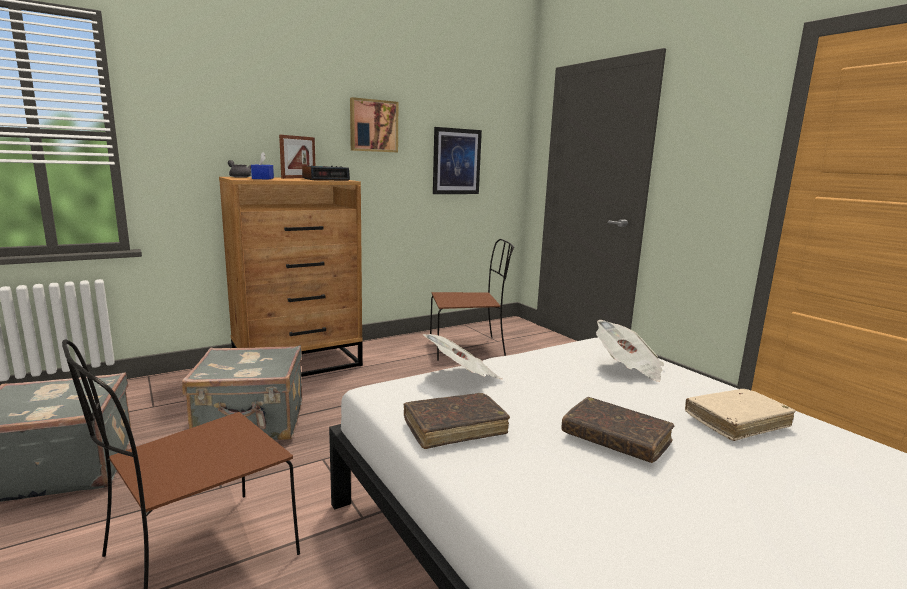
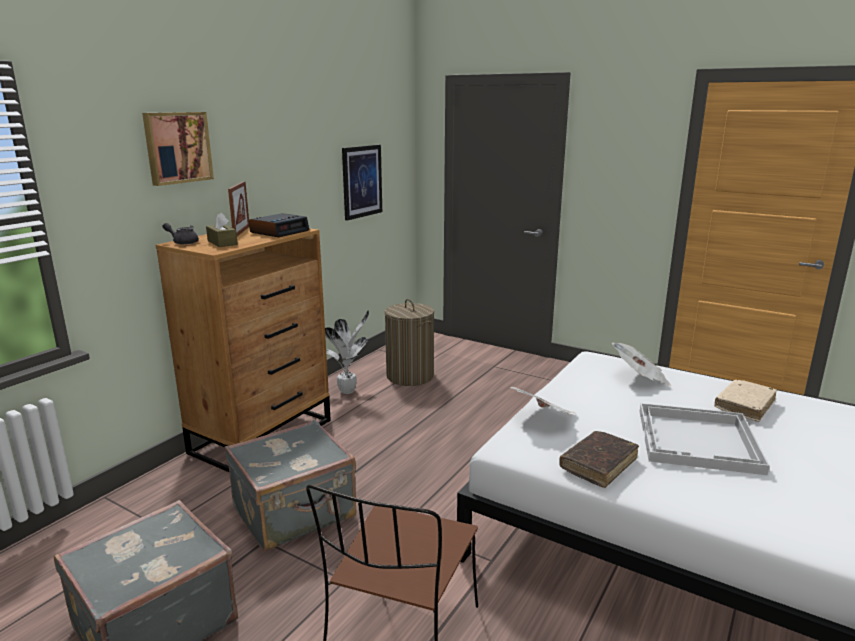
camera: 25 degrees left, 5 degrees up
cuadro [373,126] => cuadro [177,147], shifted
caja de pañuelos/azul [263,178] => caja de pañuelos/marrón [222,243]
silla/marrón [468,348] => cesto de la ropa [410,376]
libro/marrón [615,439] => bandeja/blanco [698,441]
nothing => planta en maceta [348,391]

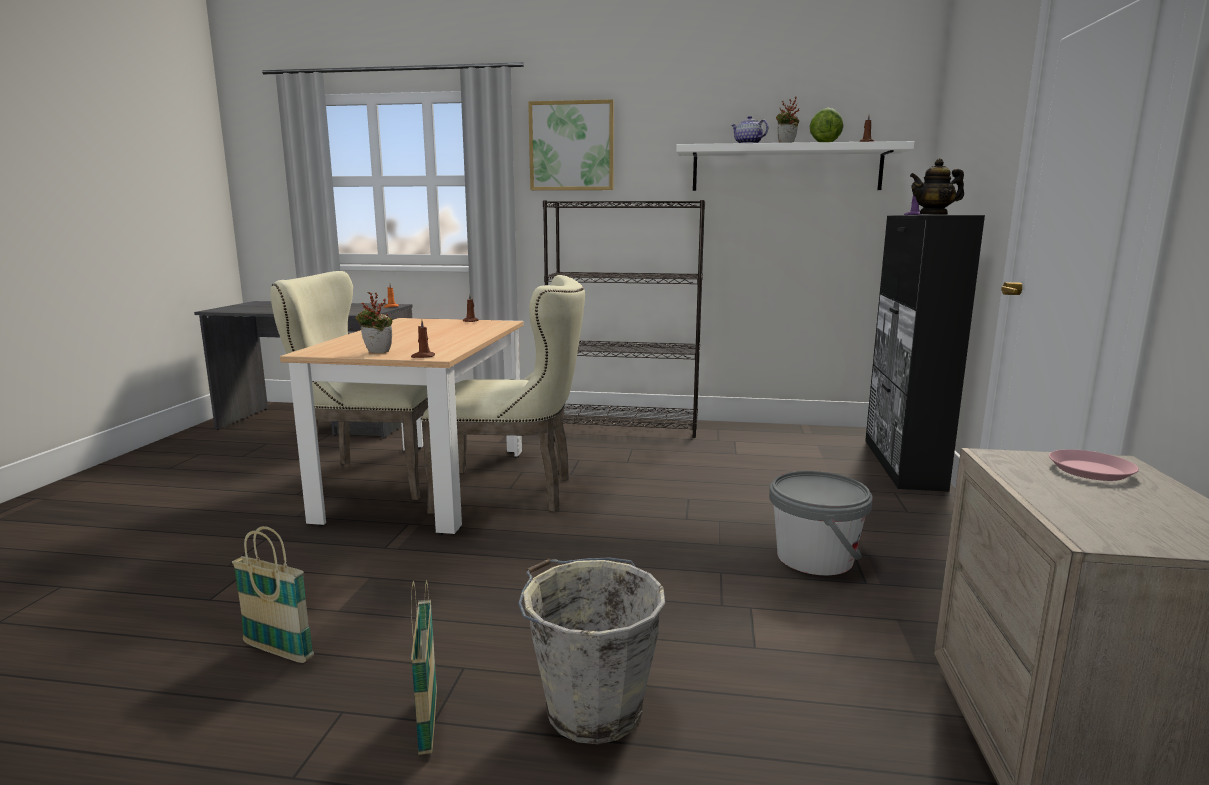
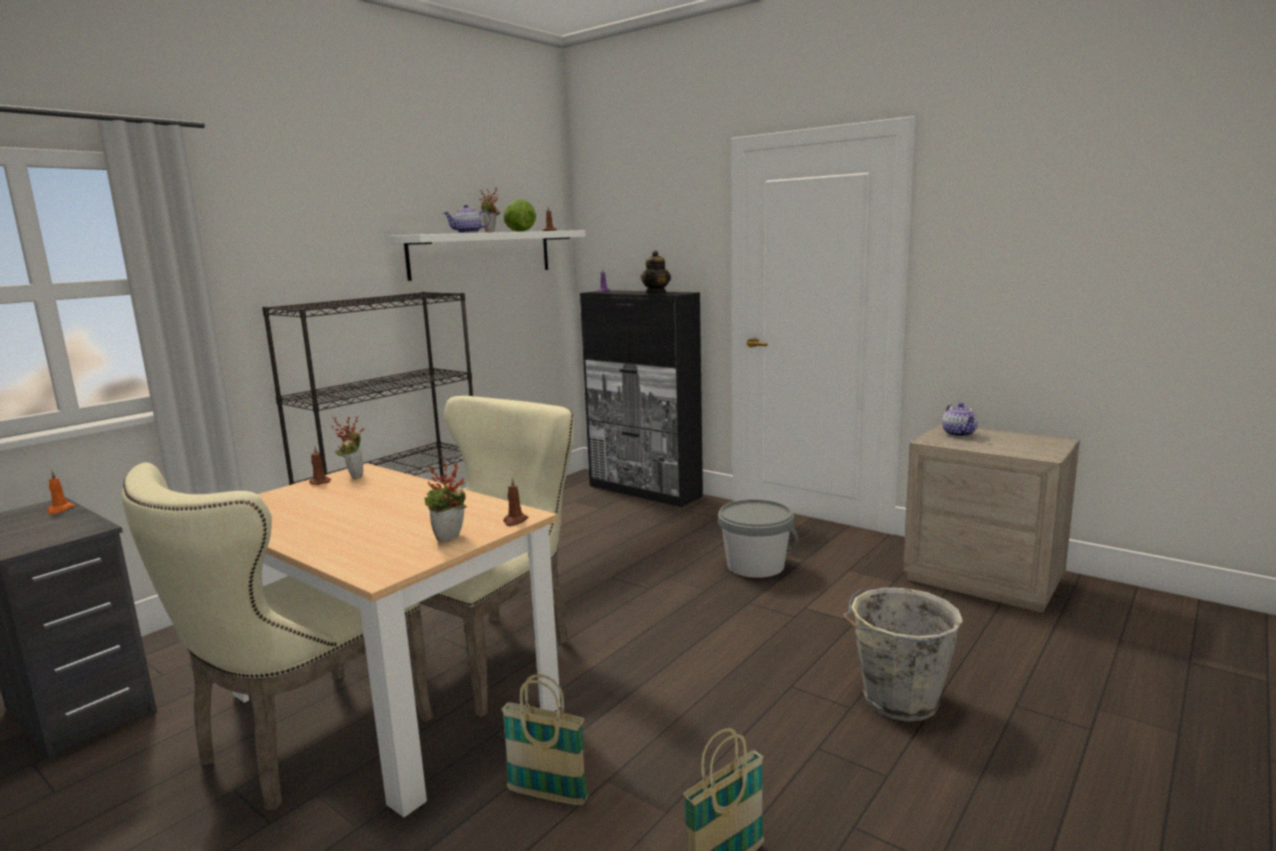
camera: 60 degrees left, 0 degrees up
cuadro [571,146] => nothing
plato/rosa [1091,470] => tetera [959,434]
cesta [428,723] => cesta [547,795], shifted
nothing => planta en maceta [353,476]

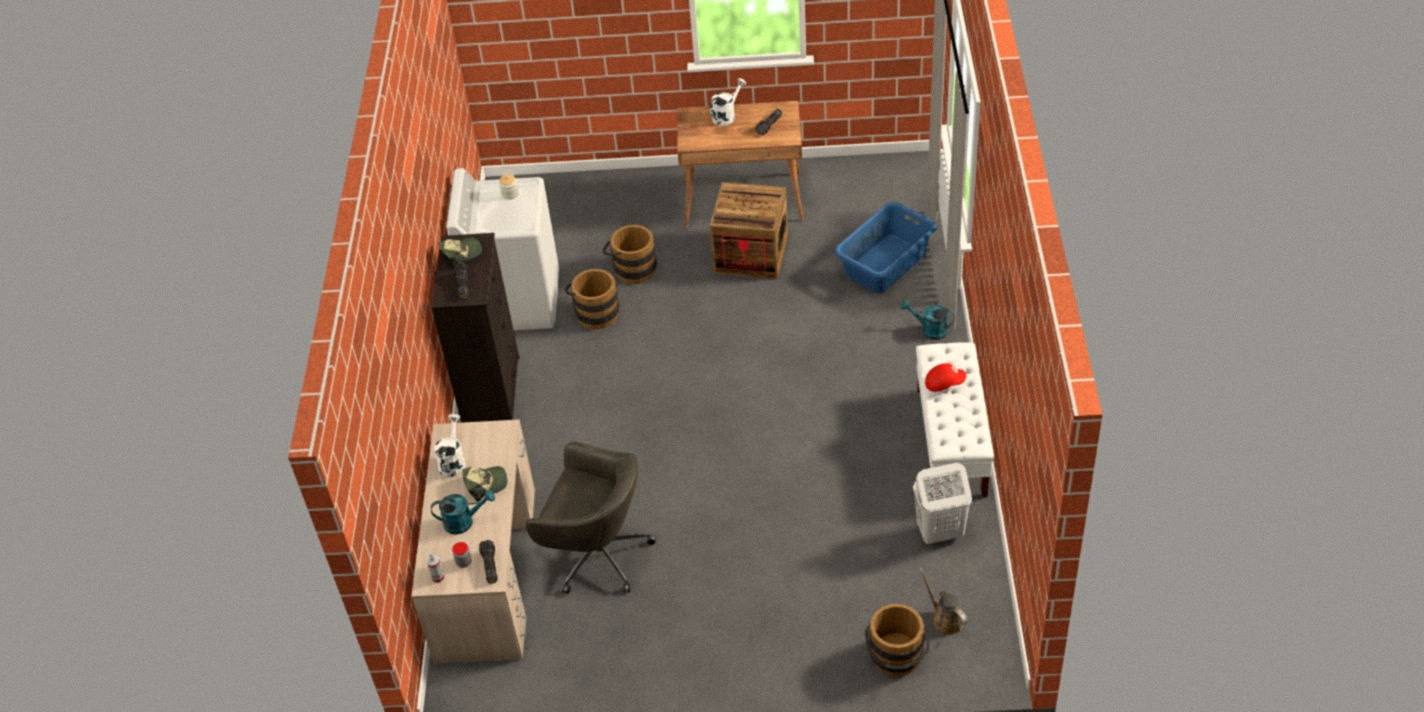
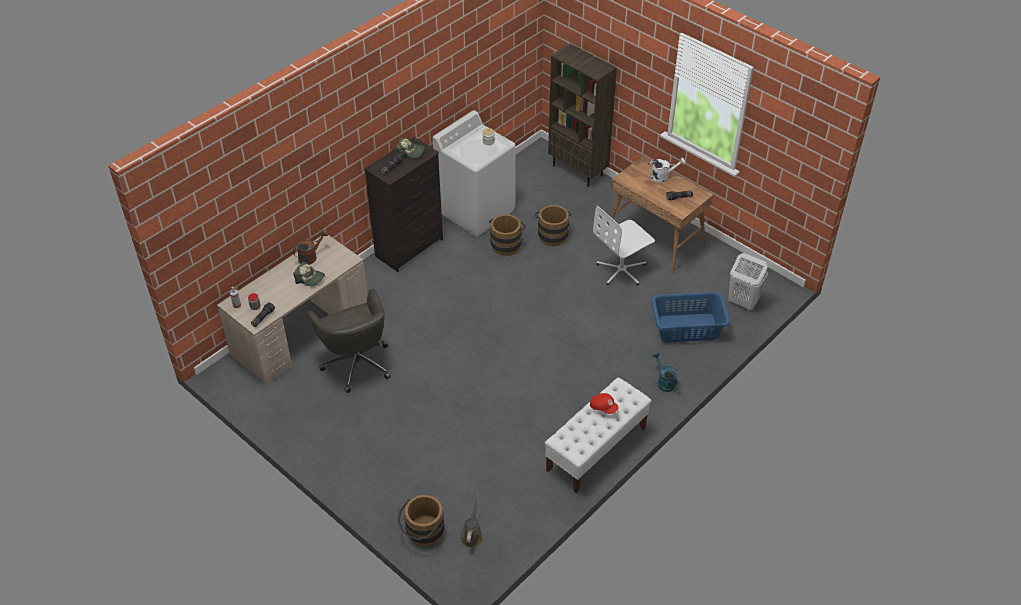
camera: 40 degrees right, 0 degrees up
caja de embalaje [751,254] => silla de oficina/blanco [622,270]
regadera/blanco [453,461] => regadera/marrón [310,256]
cesto de la ropa/blanco [939,532] => cesto de la ropa/blanco [742,302], shifted
regadera/turquesa [464,522] => nothing
nothing => estantería/marrón [578,170]

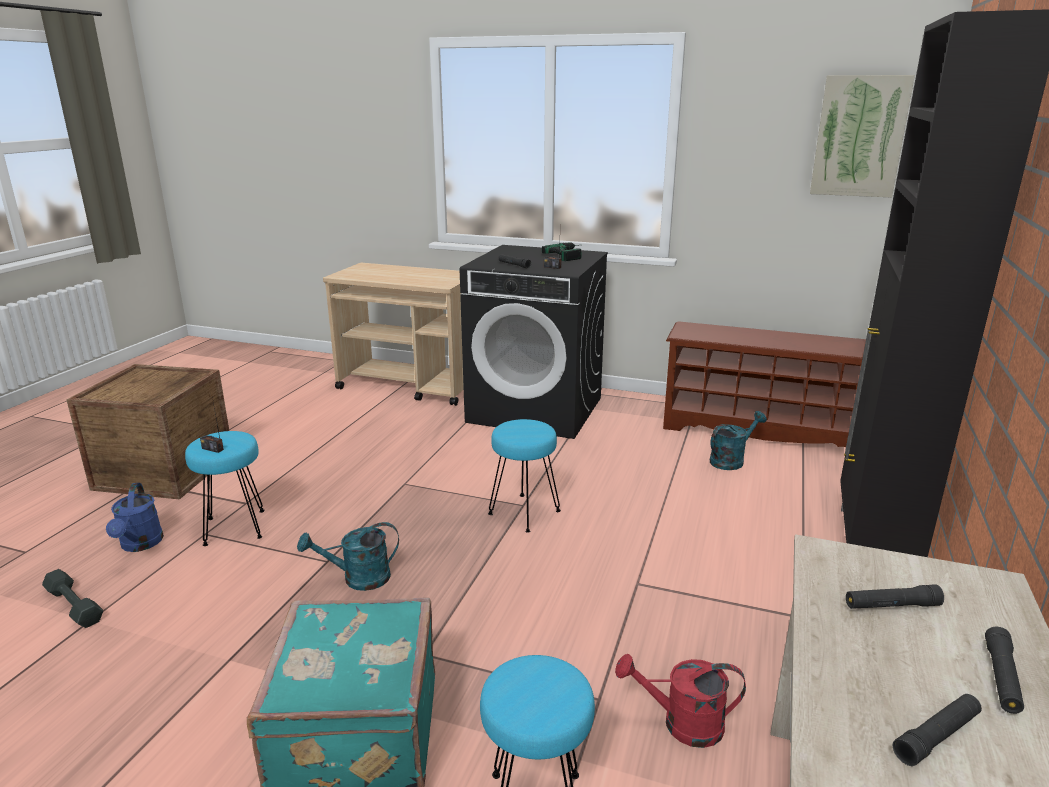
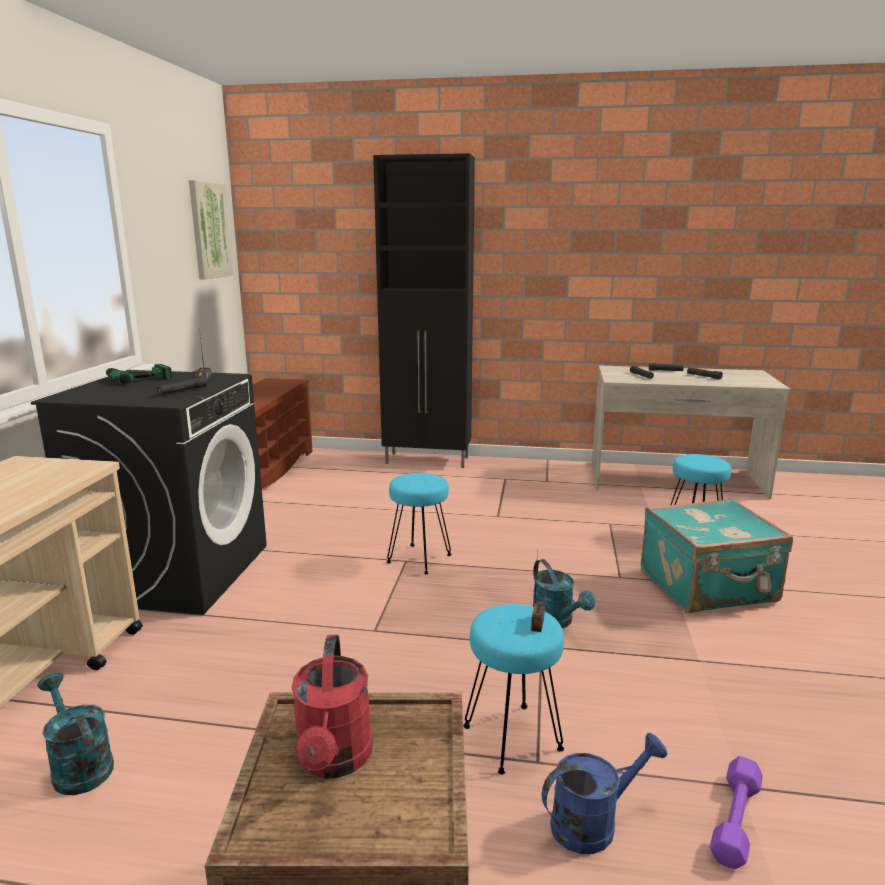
camera: 100 degrees left, 5 degrees down
regadera/turquesa [731,460] => regadera/turquesa [78,766], shifted
mancuerna/gris [73,605] => mancuerna/morado [736,819]
regadera/rojo [682,724] => regadera/rojo [334,761], shifted

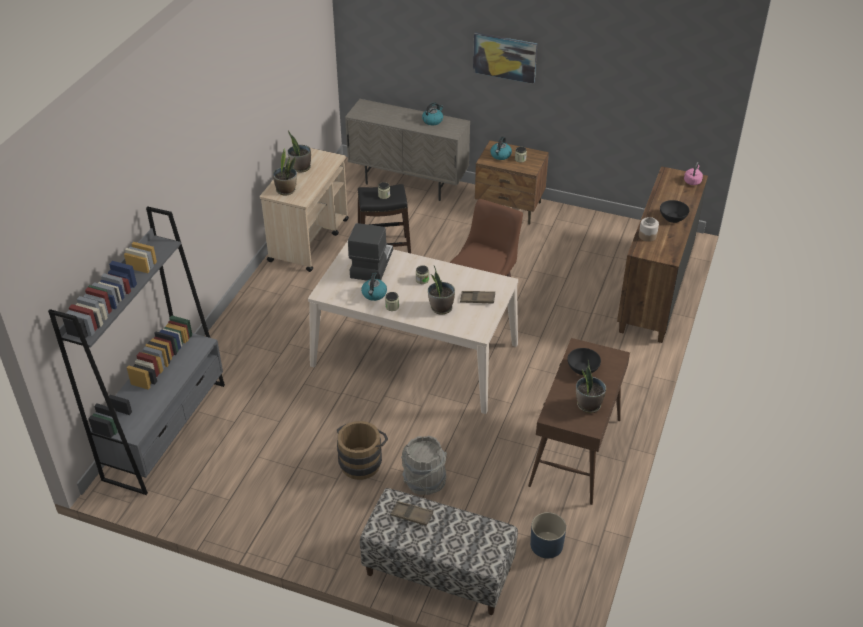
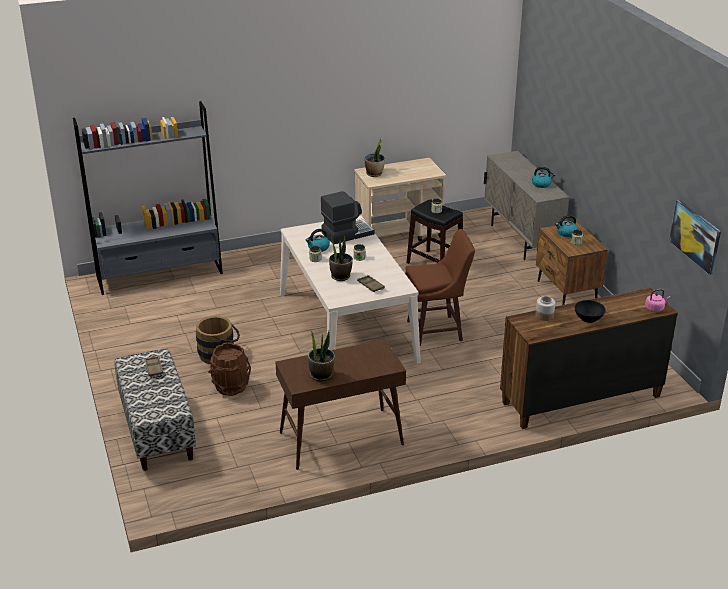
camera: 50 degrees right, 10 degrees down
cuadro [505,57] => cuadro [695,236], shifted
planta en maceta [300,168] => nothing
cuenco/negro [583,368] => nothing
cubo/gris [424,482] => cubo/marrón [230,387]
maceta/azul [546,545] => nothing

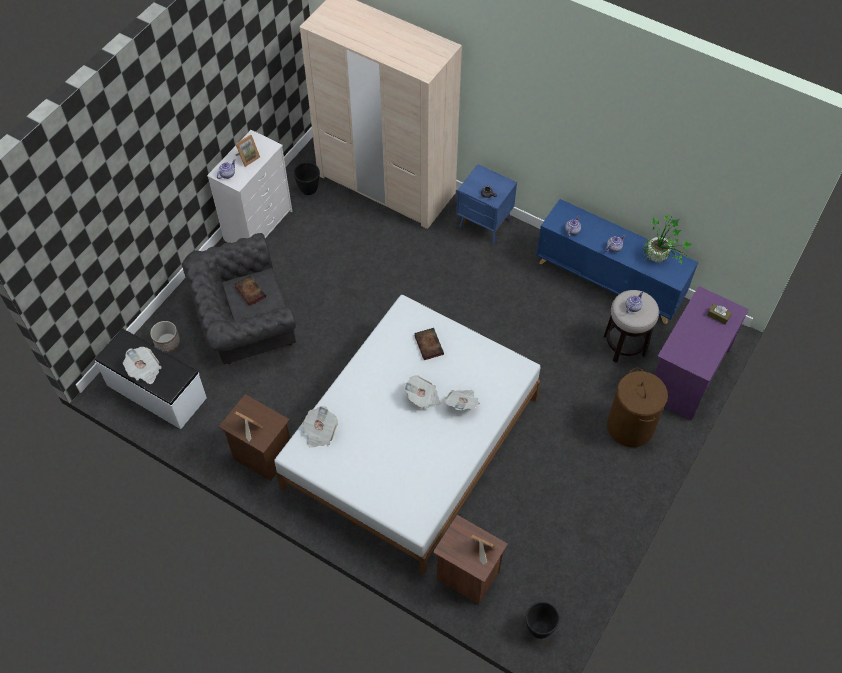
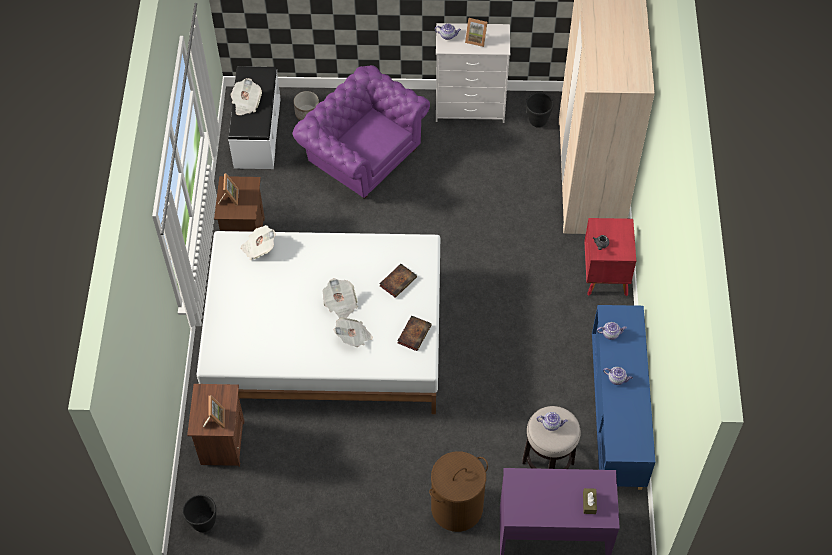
camera: 60 degrees right, 0 degrees up
mesita de noche/azul [485,224] => mesita de noche/rojo [605,277]
planta en maceta [660,260] => nothing
sillón/gris [245,324] => sillón/morado [362,155]
libro [249,291] => libro [414,333], shifted

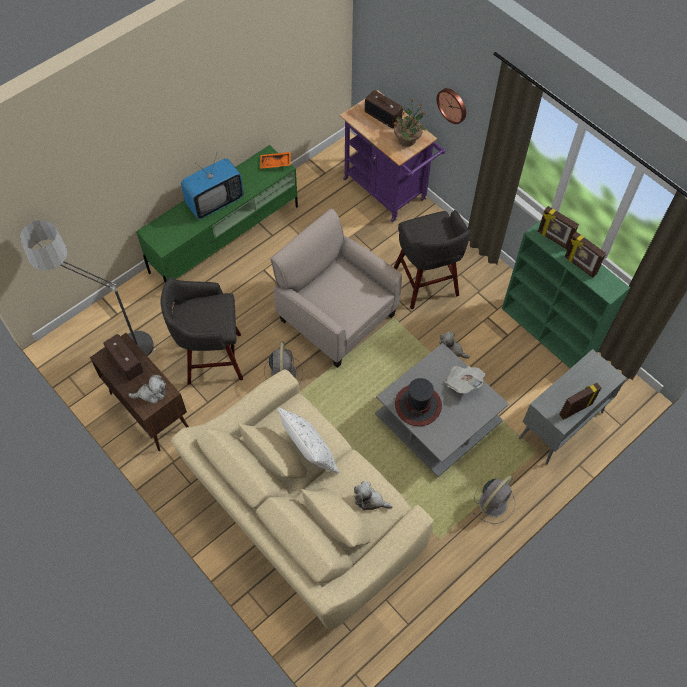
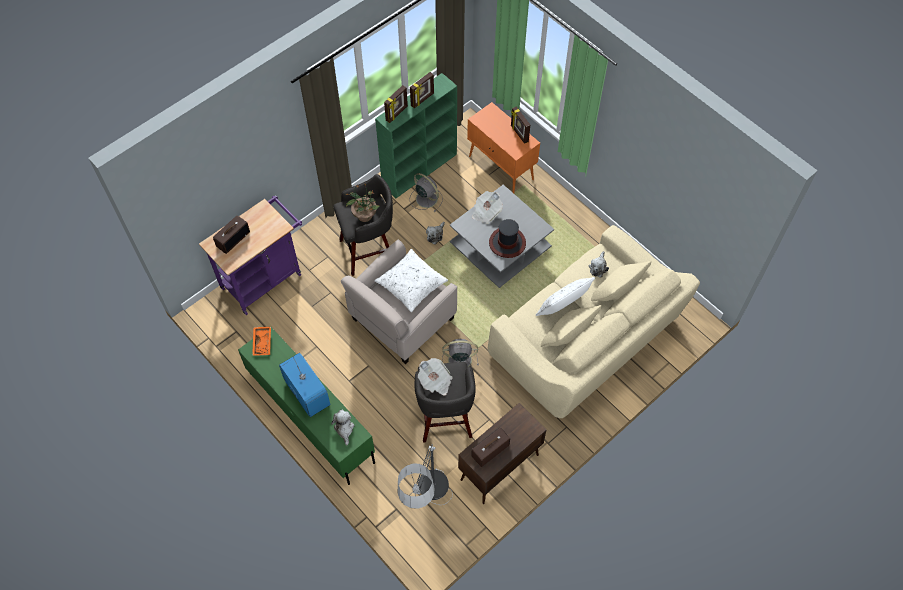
camera: 90 degrees left, 0 degrees up
reloj de pared [452,105] => nothing
planta en maceta [407,140] => planta en maceta [364,215], shifted
armario/gris [560,426] => armario/naranja [501,168]
peluche [151,393] => peluche [344,428], shifted
ventilador/gris [494,502] => ventilador/gris [425,198], shifted
nothing => cojín/blanco [411,284]
nothing => periódico [435,381]

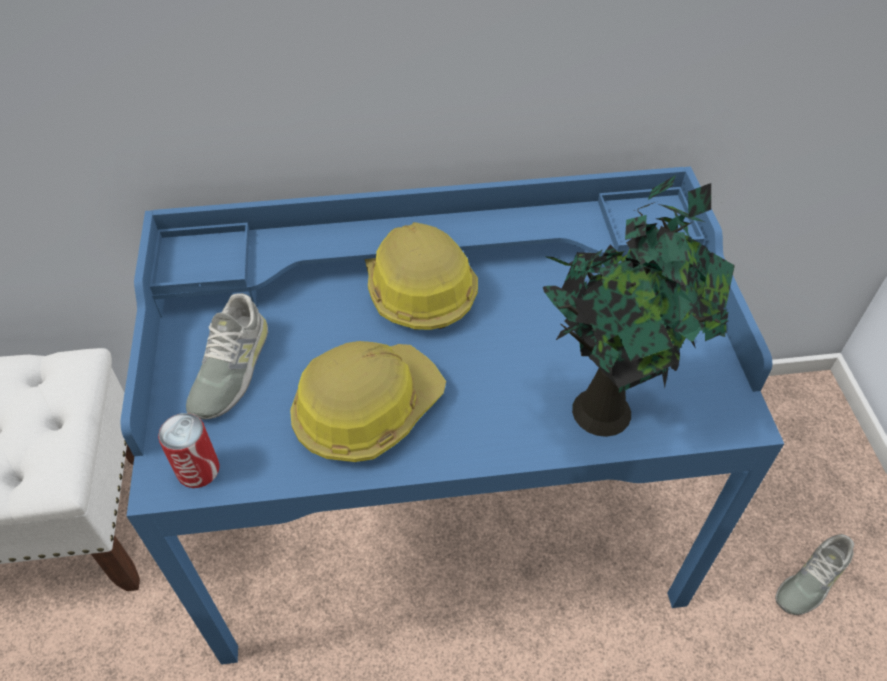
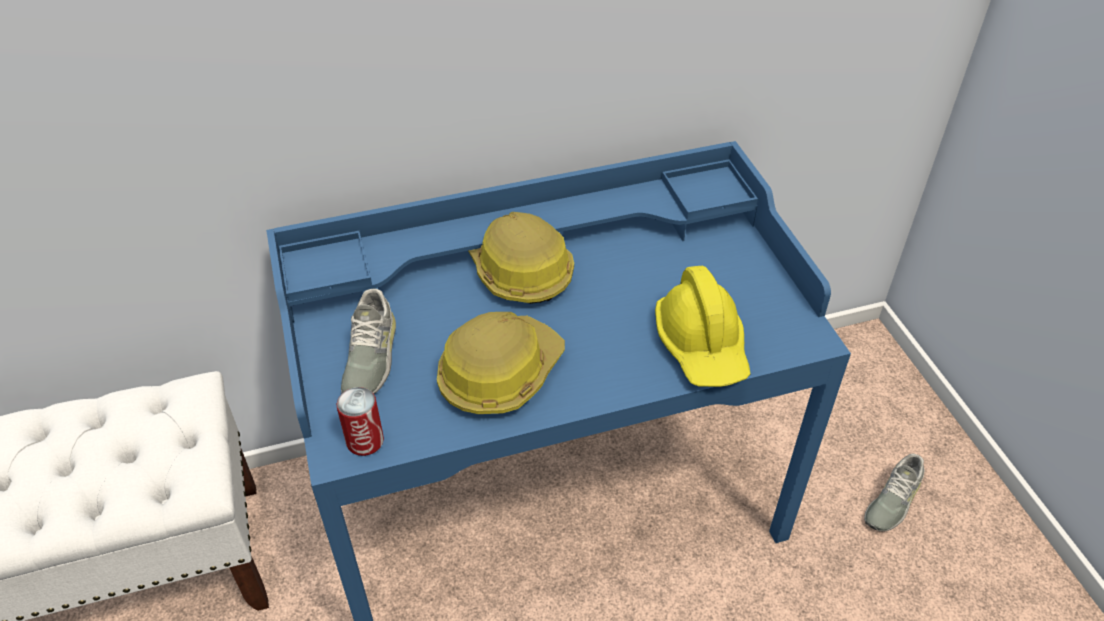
camera: 10 degrees left, 5 degrees down
planta en maceta [606,408] => casco/amarillo [702,346]

